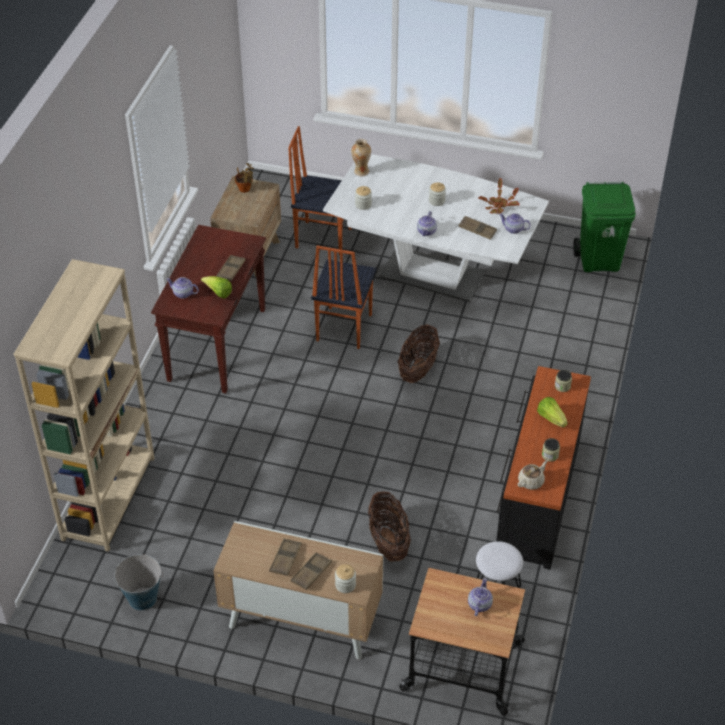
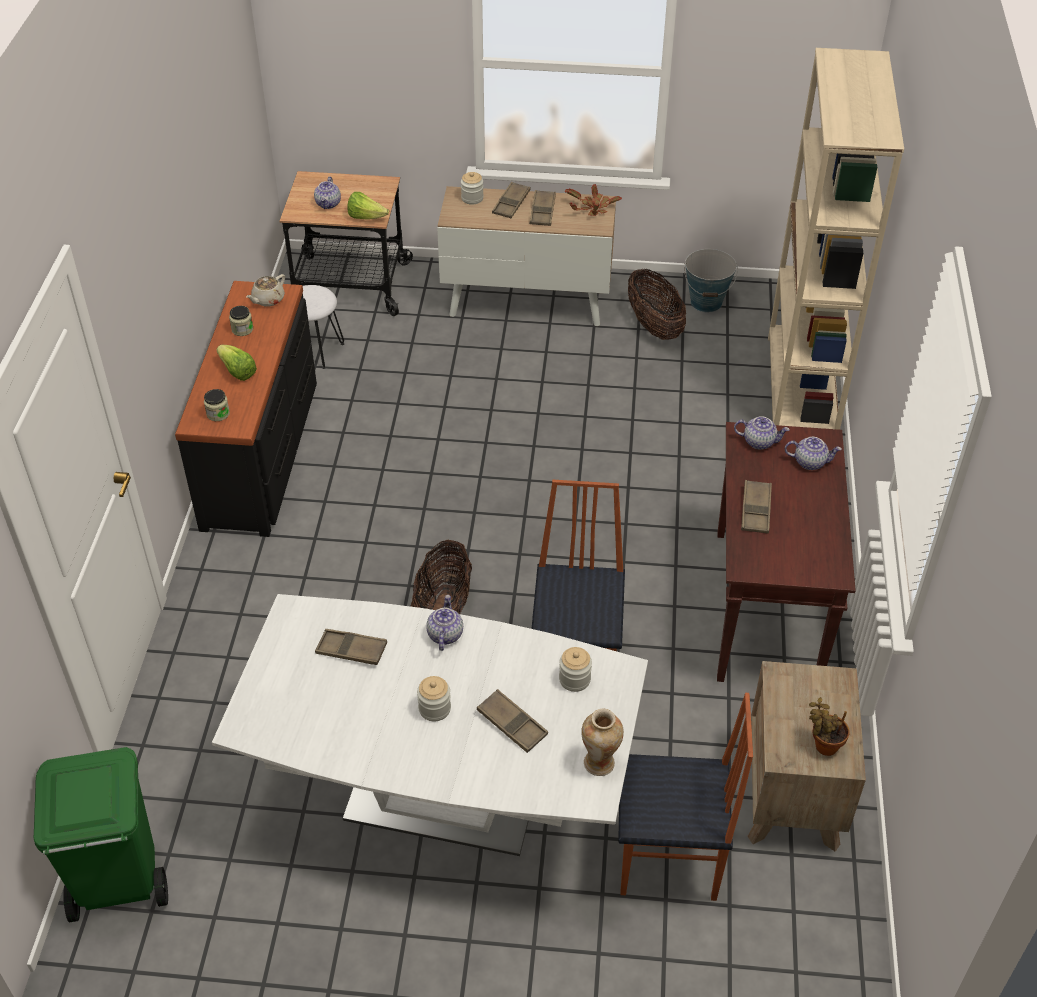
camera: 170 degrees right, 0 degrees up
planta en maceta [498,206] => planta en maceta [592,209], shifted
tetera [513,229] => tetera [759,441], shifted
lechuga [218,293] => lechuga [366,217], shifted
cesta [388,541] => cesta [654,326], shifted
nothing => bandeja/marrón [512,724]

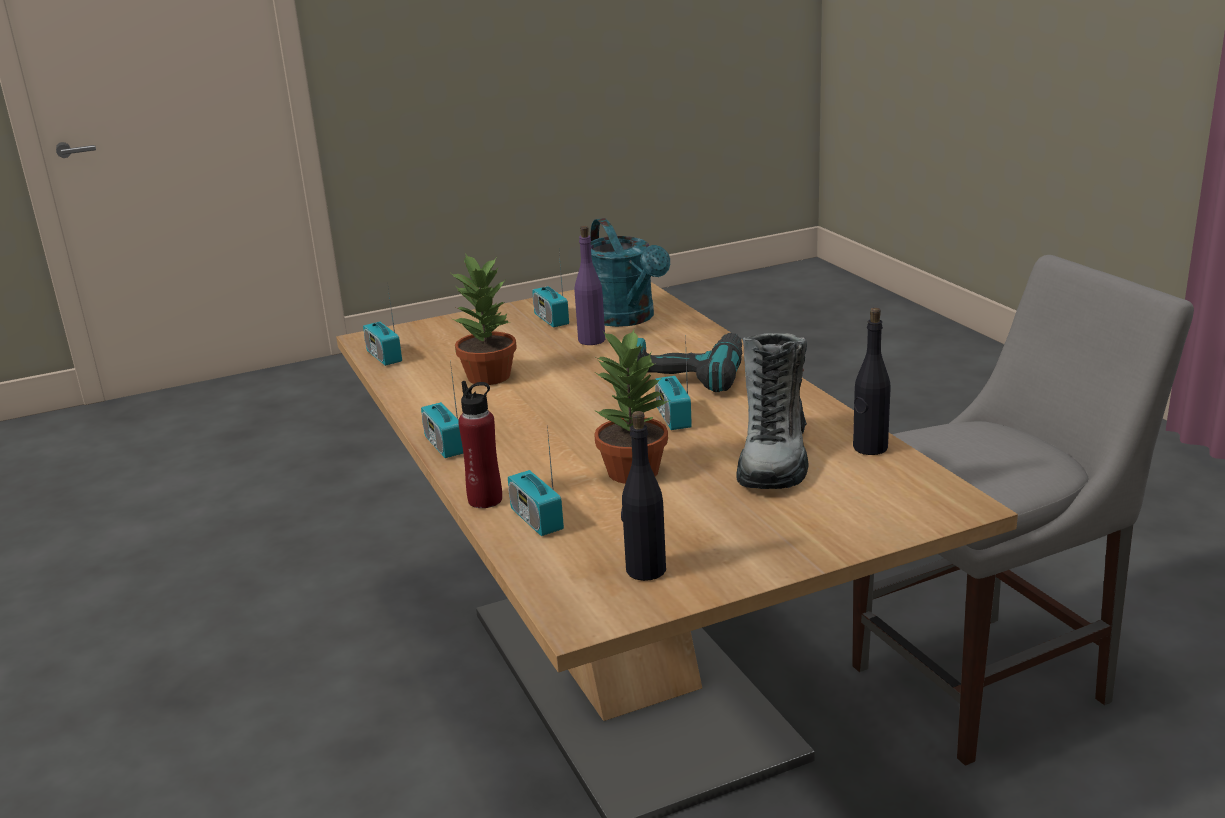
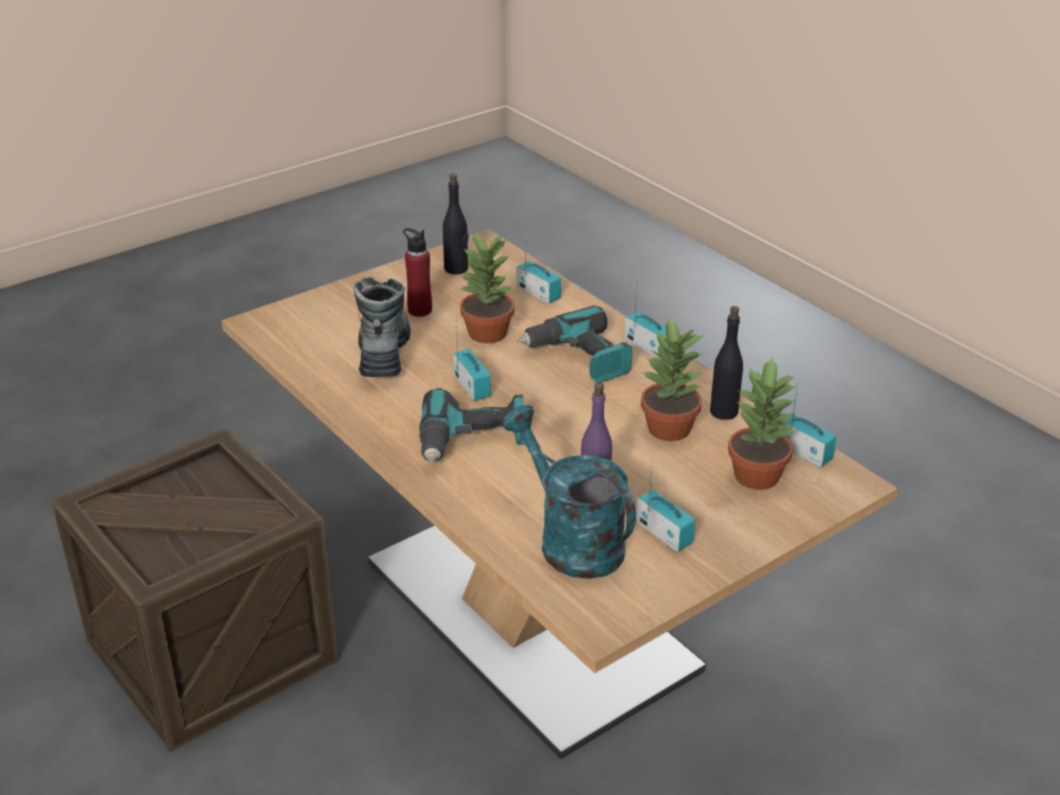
camera: 165 degrees right, 10 degrees up
silla/gris [990,680] => caja de embalaje [211,650]
botella/negro [869,448] => botella/negro [724,412], shifted
botella/rojo [485,500] => botella/rojo [419,310], shifted
nothing => taladro [579,358]
nothing => planta en maceta [758,476]

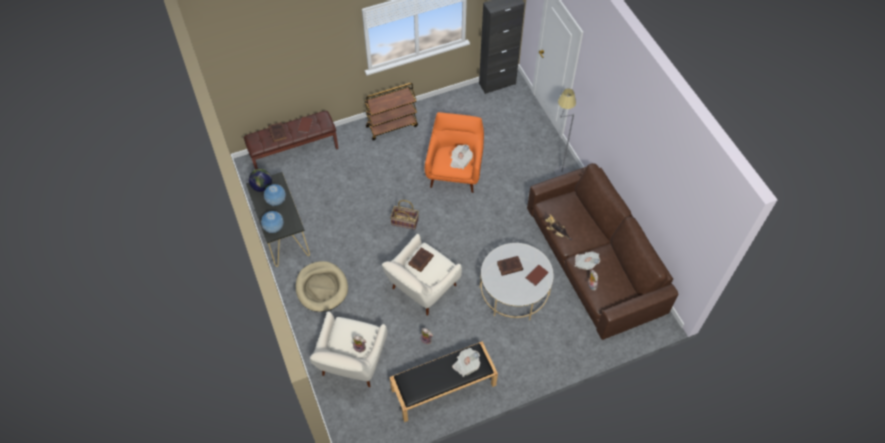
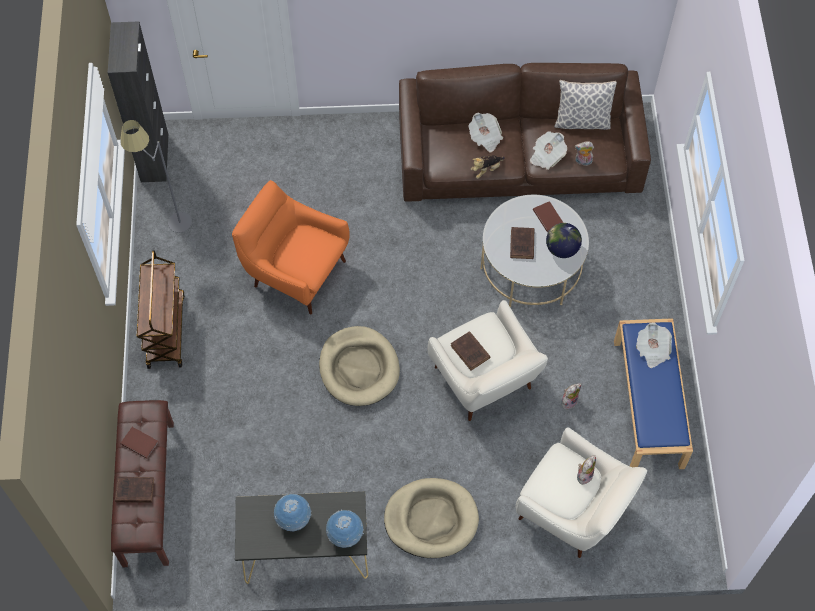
camera: 70 degrees left, 5 degrees up
lámpara de pie/gris [557,167] => lámpara de pie/gris [168,224], shifted
periódico [460,161] => periódico [485,138], shifted
globo terráqueo [262,186] => globo terráqueo [562,249], shifted
cesta [405,221] => cama para perro/beis [359,368]
banco/negro [443,388] => banco/azul [649,404]
nothing => cojín [582,121]

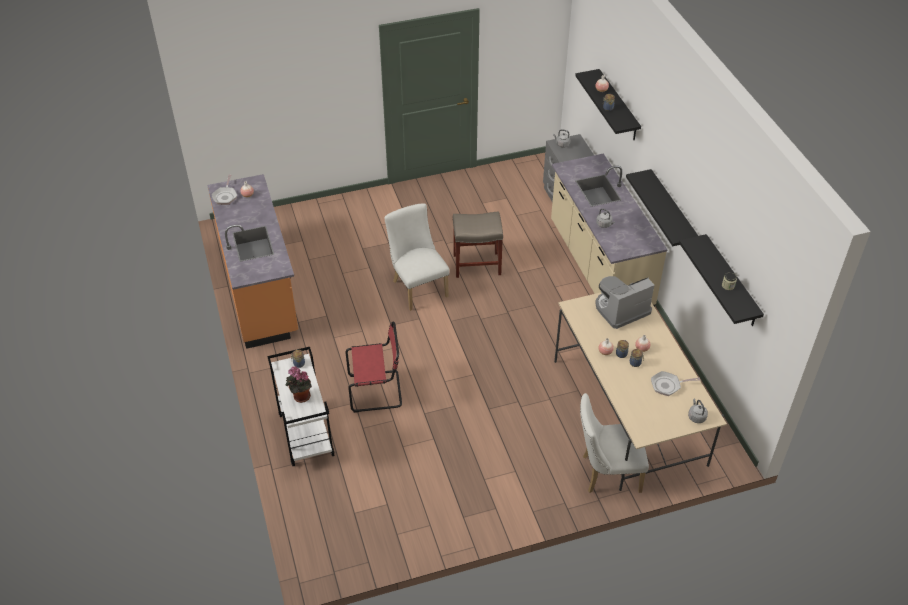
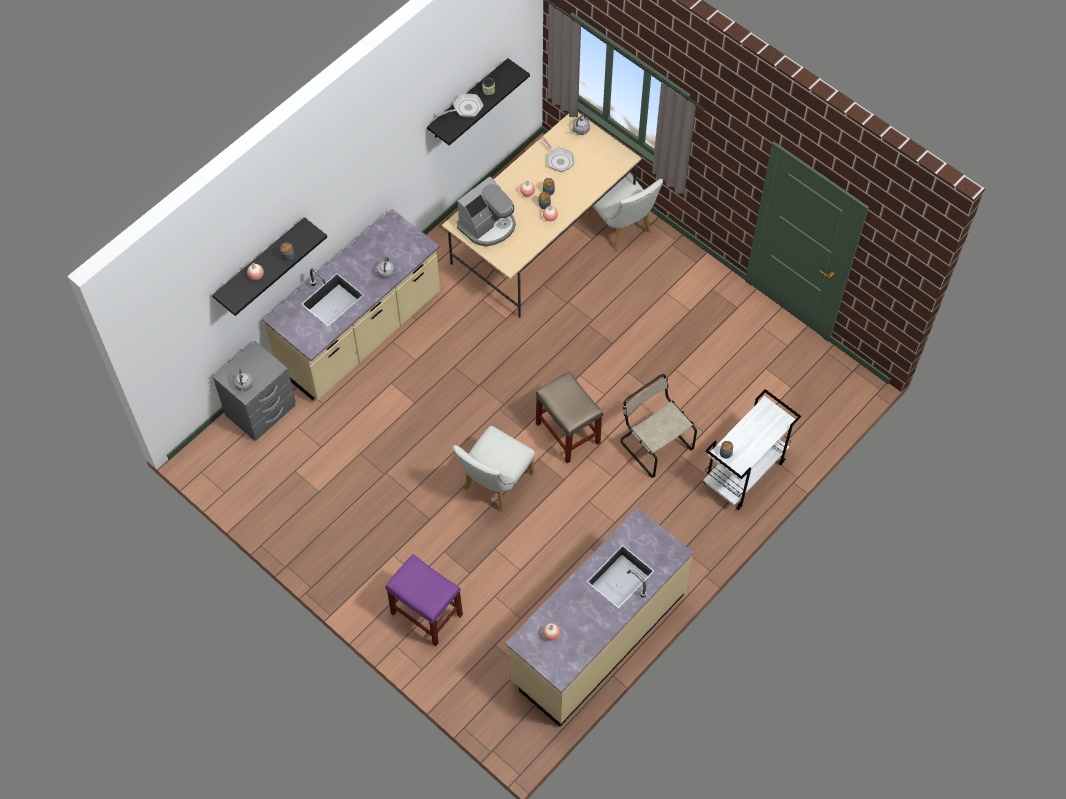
camera: 120 degrees left, 15 degrees up
estante/negro [673,211] => nothing
mueble bajo de cocina/naranja [260,289] => mueble bajo de cocina/beis [597,637]
sartén [225,196] => sartén [465,108], shifted
taburete/beis [476,265] => taburete/beis [568,434], shifted
cafetera [621,309] => cafetera [488,226], 75 degrees counterclockwise
silla/rojo [377,391] => silla/beis [654,443]
planta en maceta [300,397] => nothing
nothing => taburete/morado [425,613]

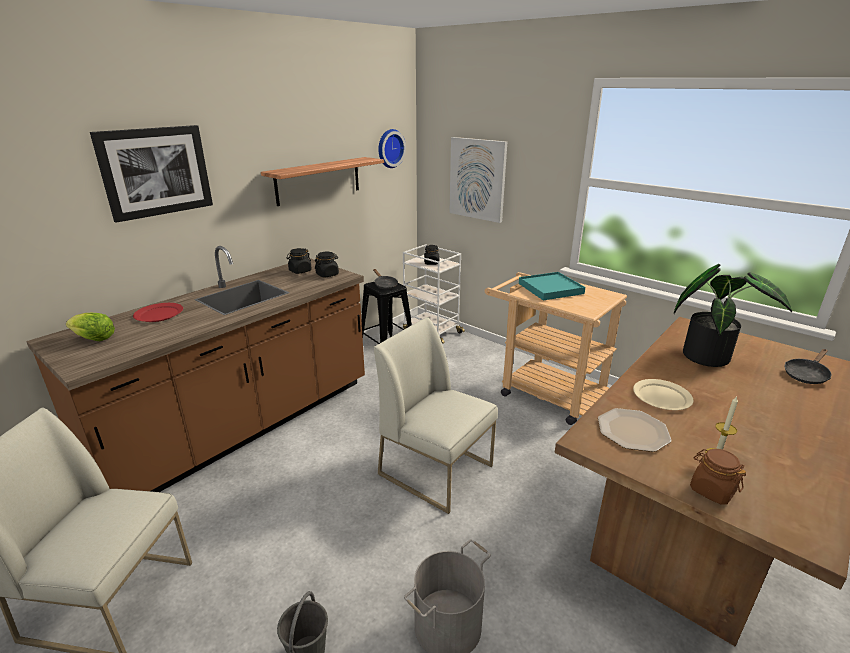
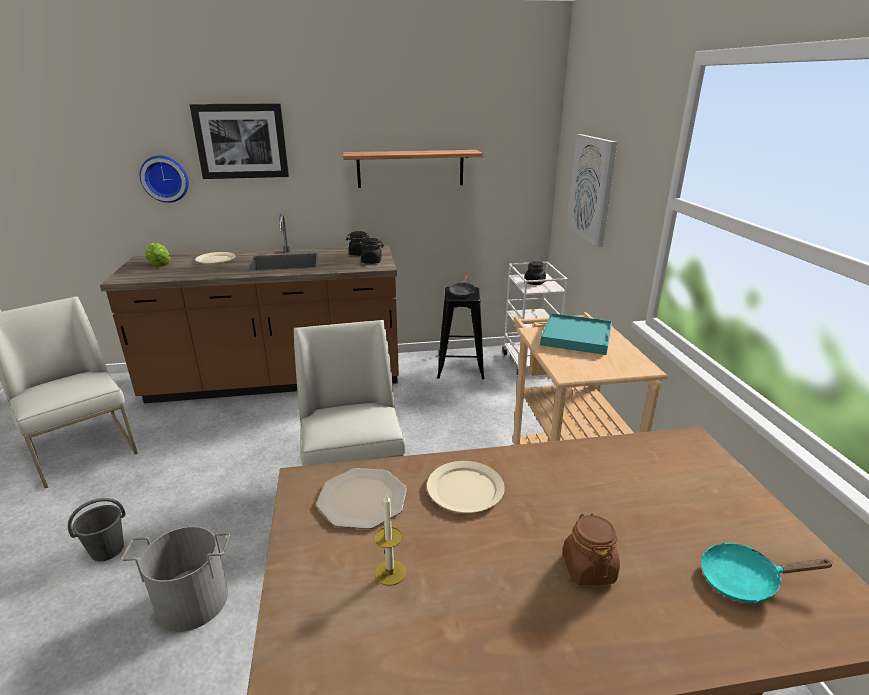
camera: 40 degrees right, 0 degrees up
reloj de pared [389,148] => reloj de pared [165,178], shifted
planta en maceta [709,355] => nothing
plato/rojo [159,314] => plato/beis [215,260]
sartén/negro [806,375] => sartén/turquesa [745,580]
tarro/marrón [711,490] => tarro/marrón [588,568], shifted

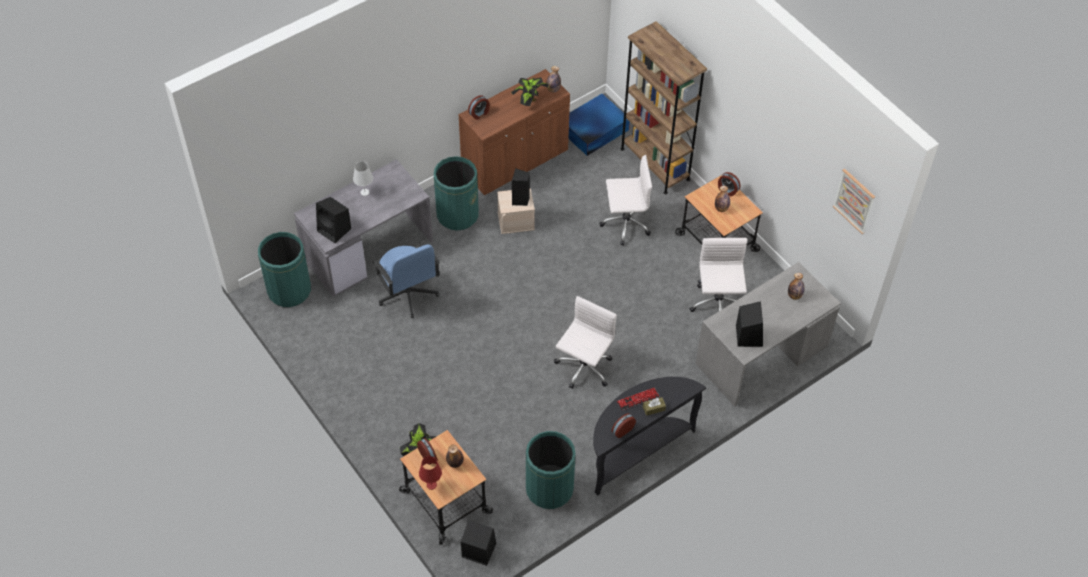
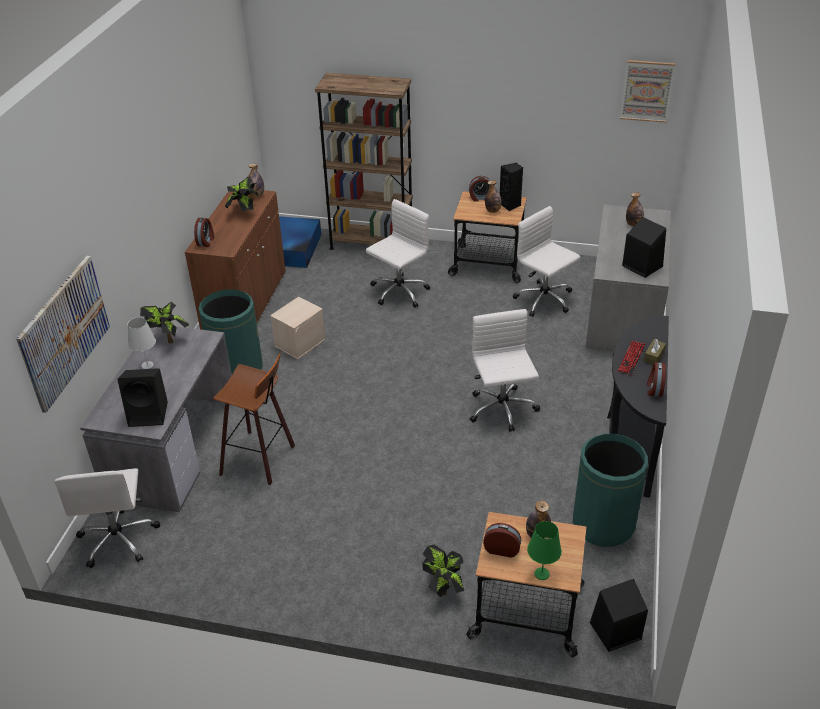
camera: 40 degrees left, 15 degrees down
altavoz/negro [520,200] => altavoz/negro [510,205], shifted
papelera/verde [289,290] => silla de oficina/blanco [118,538]
silla de oficina/azul [408,294] => taburete [261,459]
lámpara de mesa/rojo [431,485] => lámpara de mesa/verde [542,574]
nothing => cuadro [64,332]
nothing => planta en maceta [168,338]

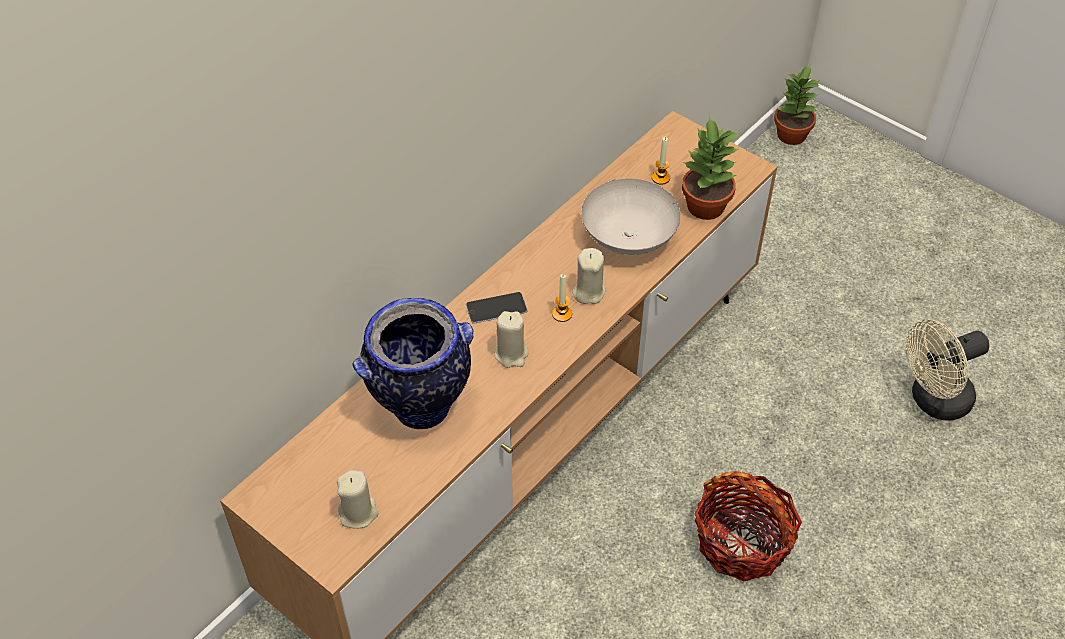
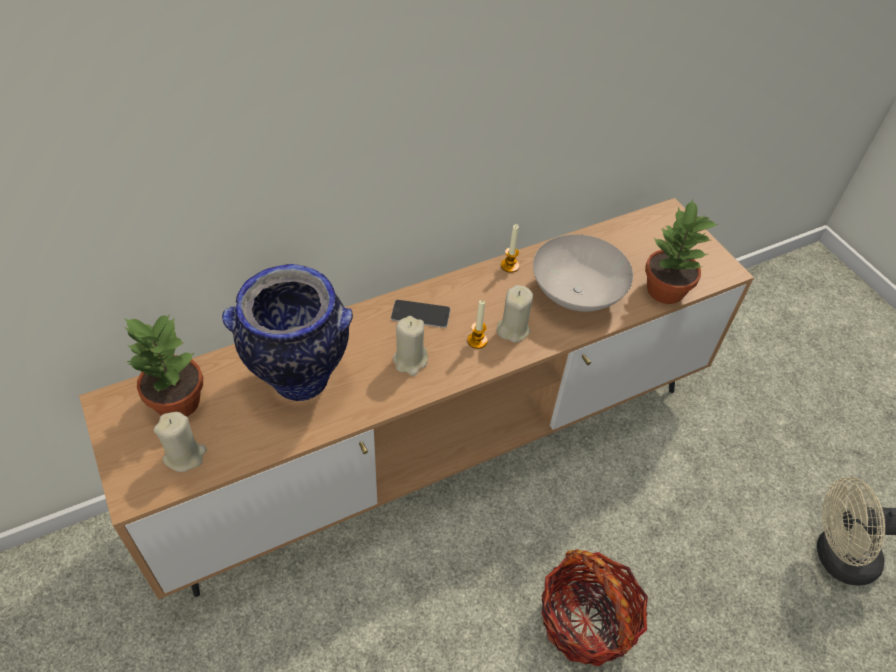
camera: 20 degrees right, 0 degrees up
planta en maceta [790,135] => planta en maceta [176,402], shifted
vela [660,178] => vela [510,266], shifted

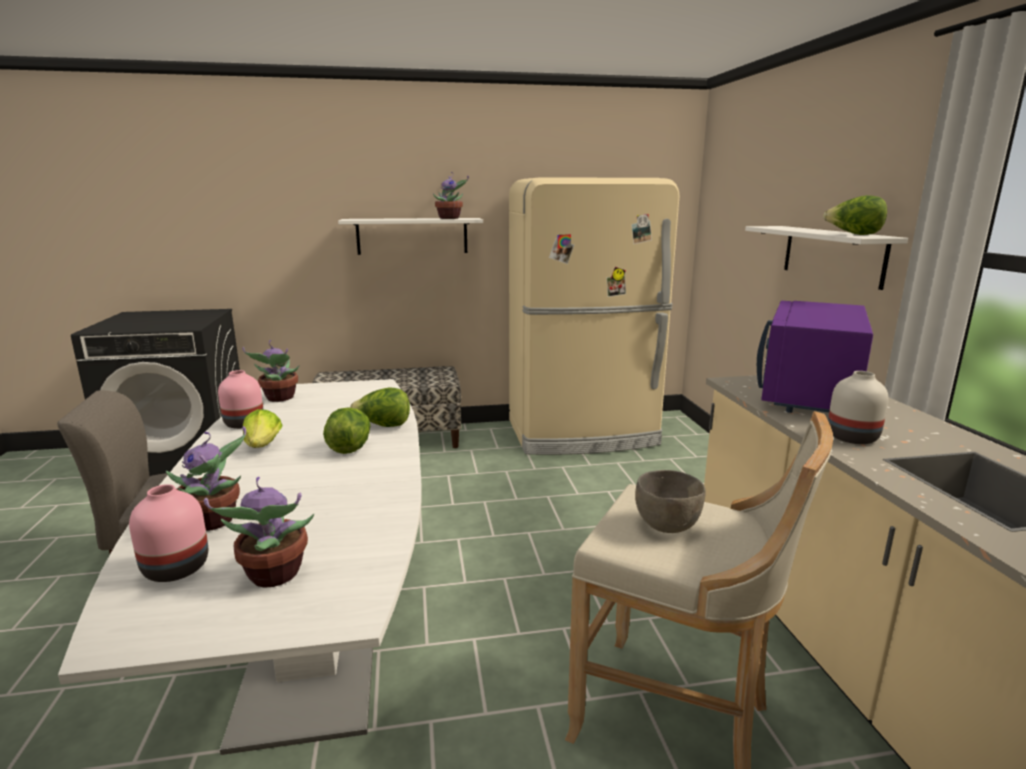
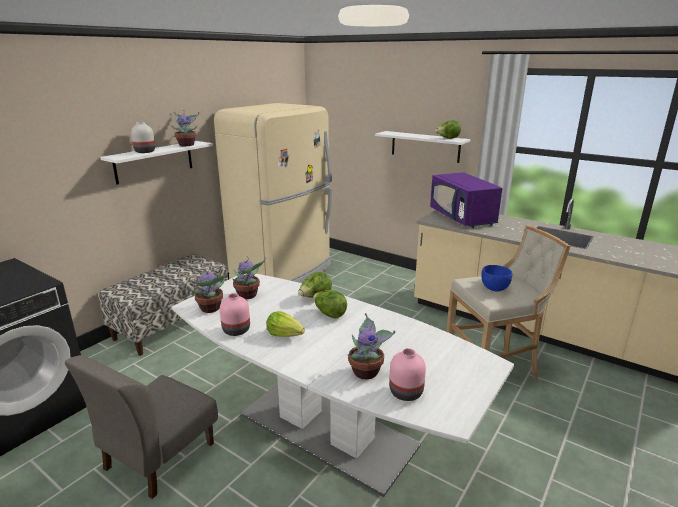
camera: 45 degrees left, 5 degrees up
florero/blanco [850,437] => florero/blanco [144,151], shifted
cuenco/gris [666,526] => cuenco/azul [494,289]
planta en maceta [274,576] => planta en maceta [248,295], shifted

